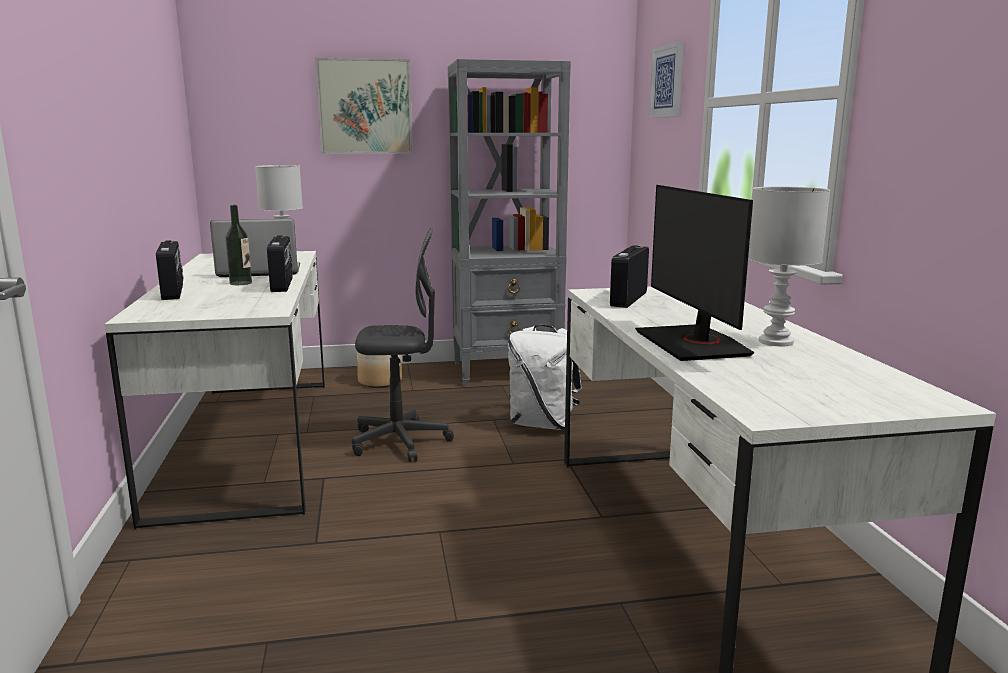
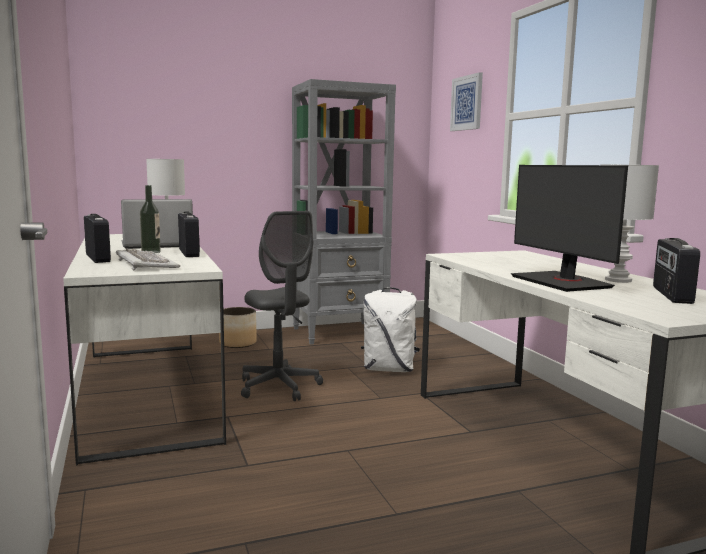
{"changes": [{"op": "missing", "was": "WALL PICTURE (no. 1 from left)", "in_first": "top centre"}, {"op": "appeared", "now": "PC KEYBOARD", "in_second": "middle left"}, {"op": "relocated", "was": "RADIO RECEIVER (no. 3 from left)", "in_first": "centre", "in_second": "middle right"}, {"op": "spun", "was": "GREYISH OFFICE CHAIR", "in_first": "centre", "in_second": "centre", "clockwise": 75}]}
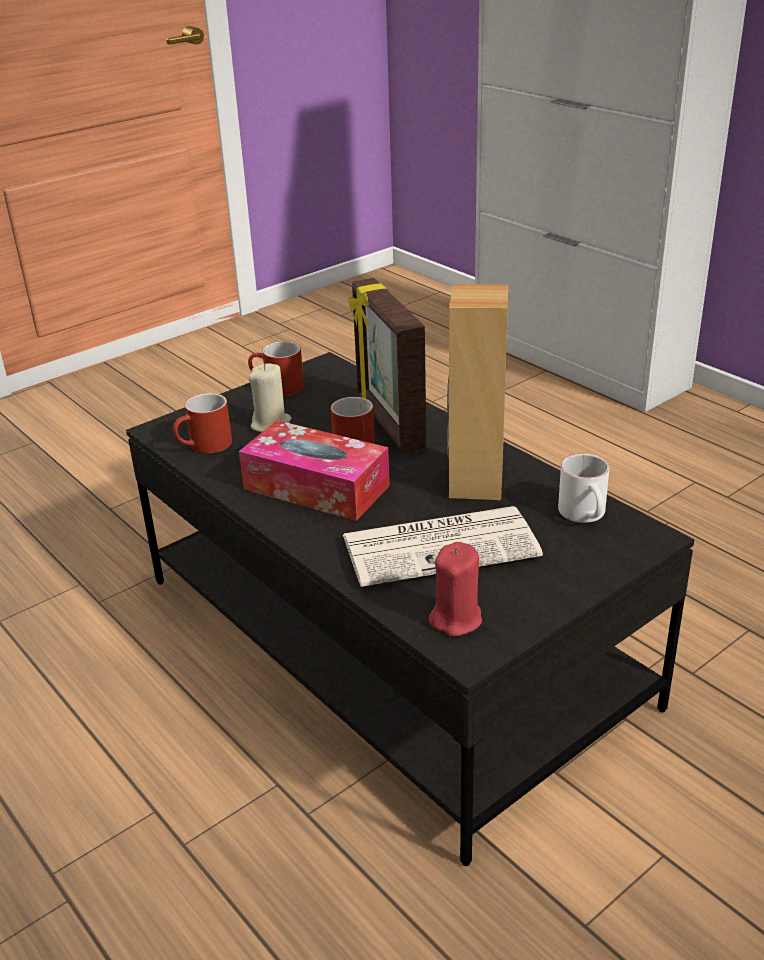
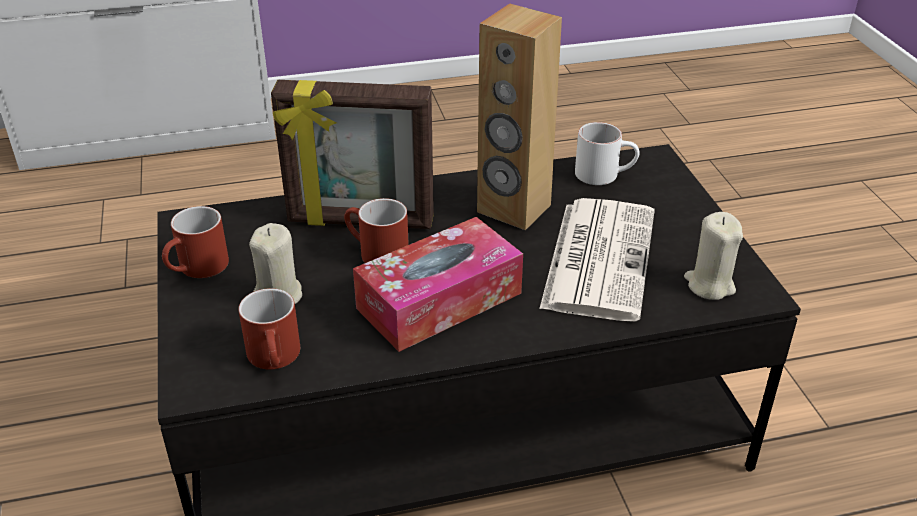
{"changes": [{"op": "colour", "was": "REDDISH WAX LIGHT", "now": "BEIGE-COLOURED WAX LIGHT (no. 2 from left)", "in_first": "centre", "in_second": "middle right"}]}
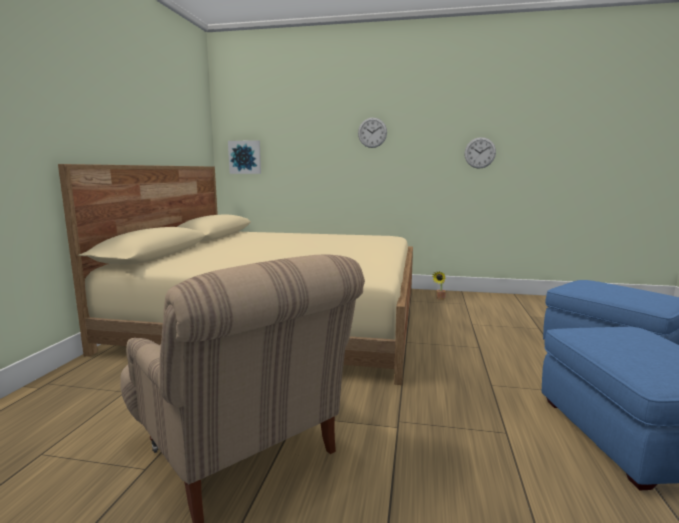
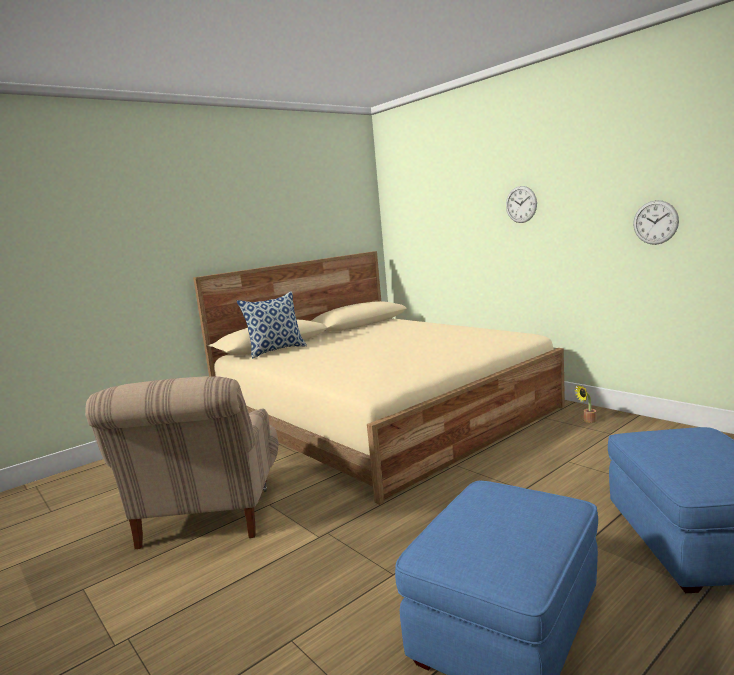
{"changes": [{"op": "missing", "was": "WALL PICTURE", "in_first": "top centre"}, {"op": "appeared", "now": "THROW PILLOW", "in_second": "centre"}]}
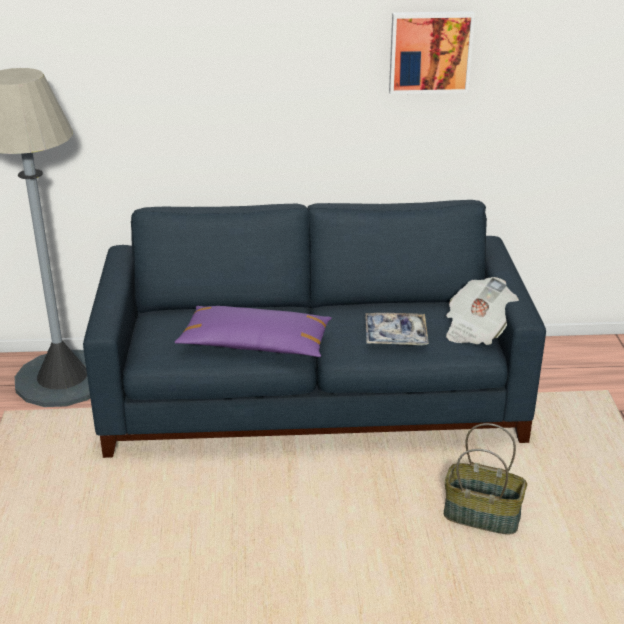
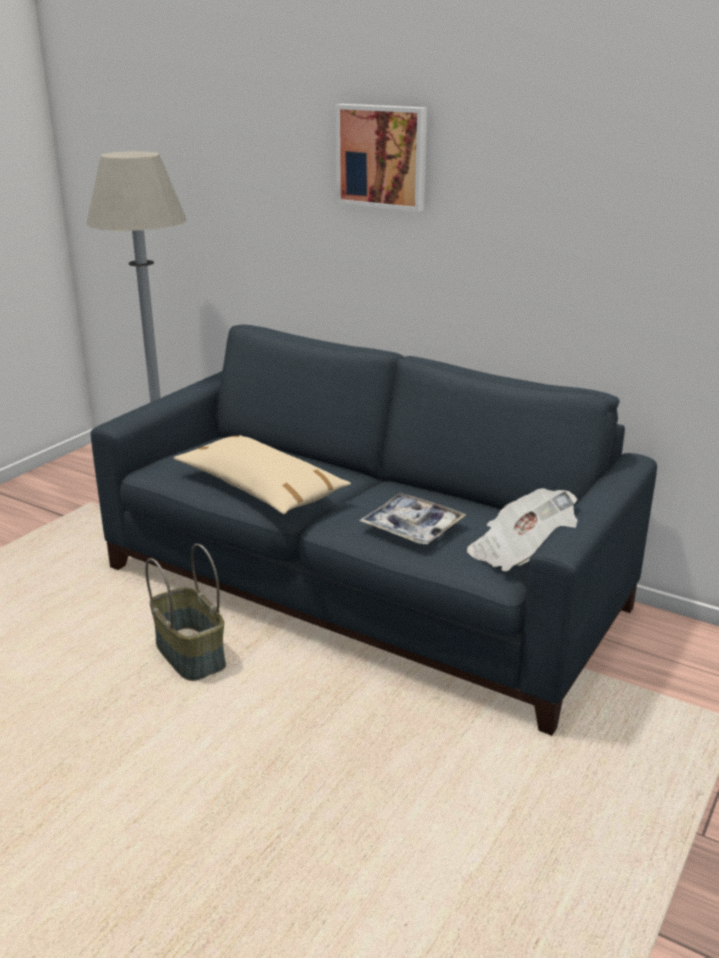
{"changes": [{"op": "relocated", "was": "WALL PICTURE", "in_first": "top right", "in_second": "top centre"}, {"op": "relocated", "was": "BASKET", "in_first": "bottom right", "in_second": "middle left"}, {"op": "colour", "was": "PURPLISH THROW PILLOW", "now": "BEIGE-COLOURED THROW PILLOW", "in_first": "centre", "in_second": "centre"}]}
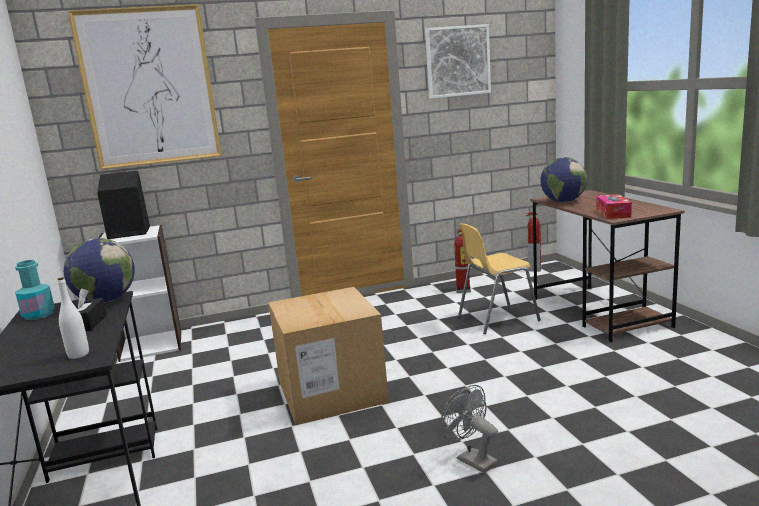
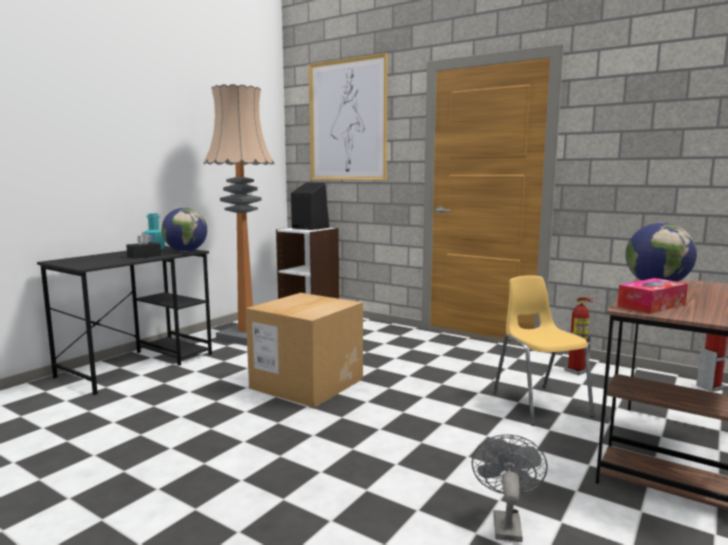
{"changes": [{"op": "missing", "was": "WHITISH BEVERAGE BOTTLE", "in_first": "middle left"}, {"op": "missing", "was": "WALL PICTURE (no. 2 from left)", "in_first": "top centre"}, {"op": "appeared", "now": "STANDING LAMP", "in_second": "middle left"}, {"op": "relocated", "was": "GREYISH FAN", "in_first": "bottom centre", "in_second": "bottom right"}, {"op": "spun", "was": "YELLOWISH CHAIR", "in_first": "centre", "in_second": "middle right", "clockwise": 45}]}
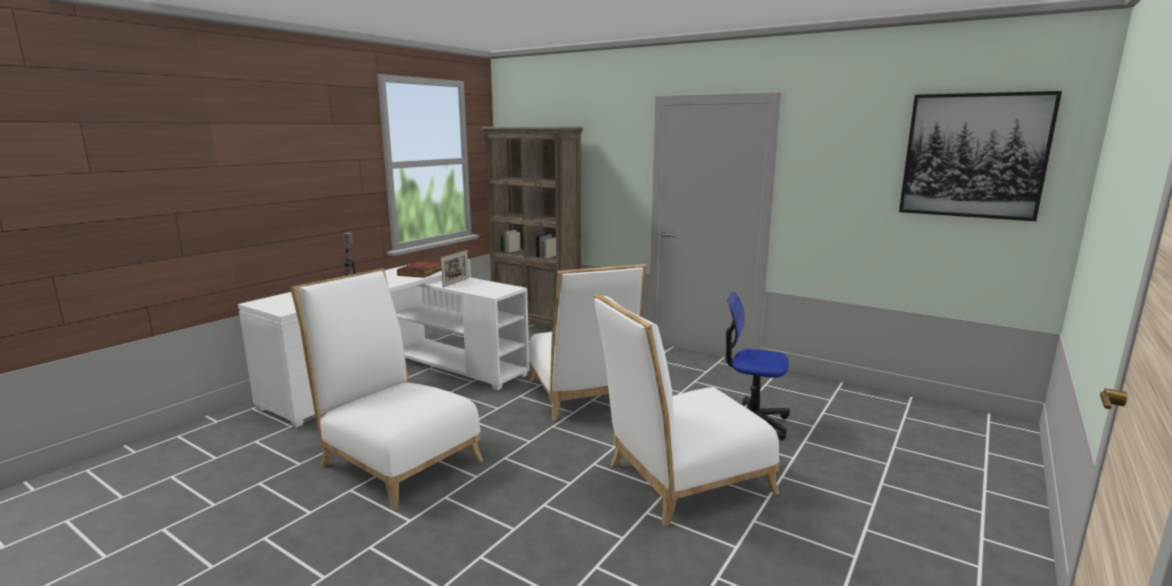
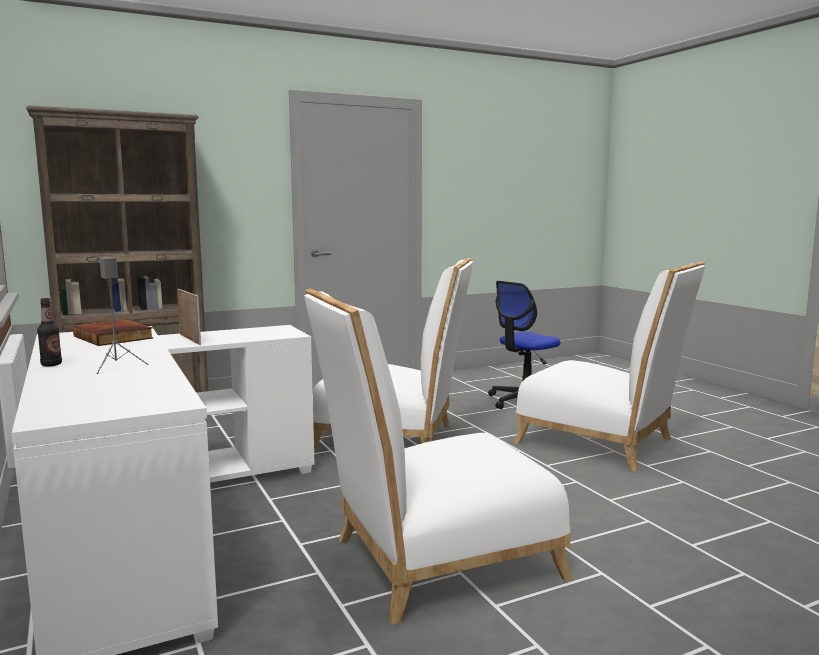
{"changes": [{"op": "missing", "was": "WALL PICTURE", "in_first": "top right"}, {"op": "spun", "was": "WHITISH CHAIR (no. 3 from left)", "in_first": "bottom centre", "in_second": "middle right", "clockwise": -60}]}
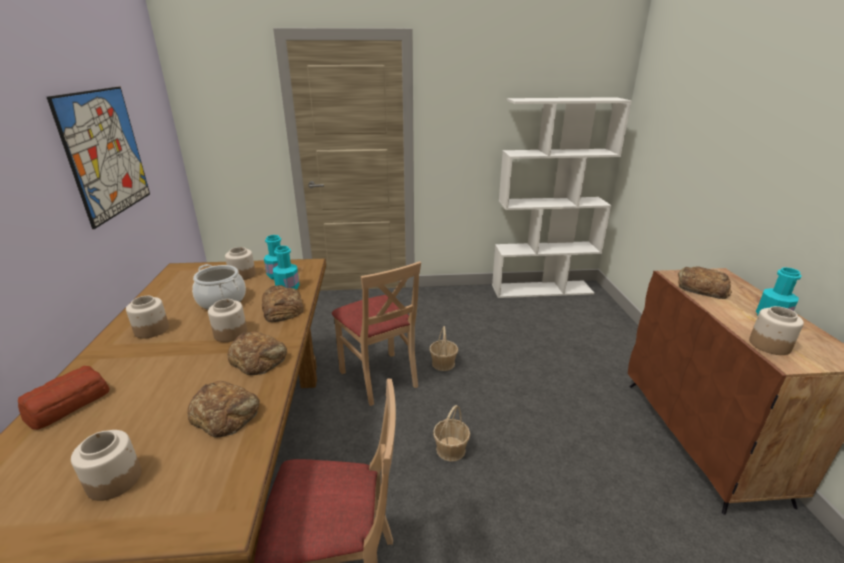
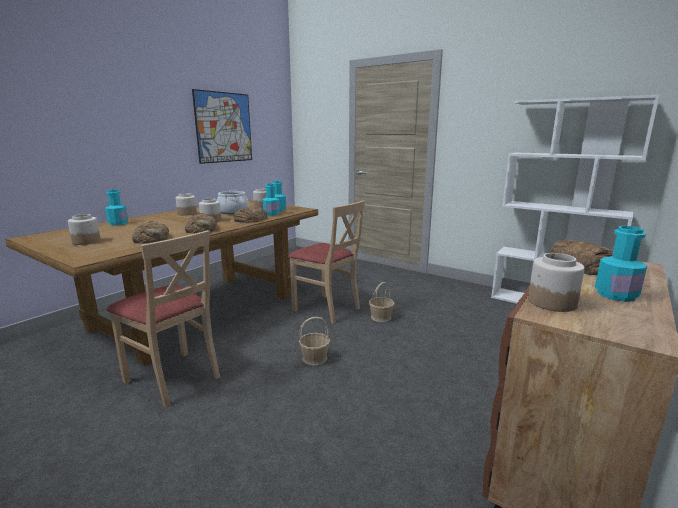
{"changes": [{"op": "exchanged", "was": "BREAD (no. 1 from left)", "now": "TURQUOISE BEVERAGE BOTTLE (no. 1 from left)", "in_first": "bottom left", "in_second": "middle left"}, {"op": "spun", "was": "BEIGE-COLOURED CHAIR (no. 2 from left)", "in_first": "centre", "in_second": "centre", "clockwise": -60}]}
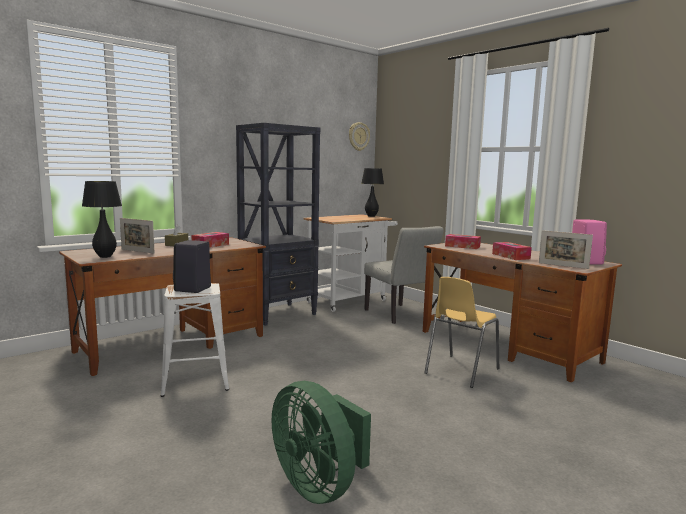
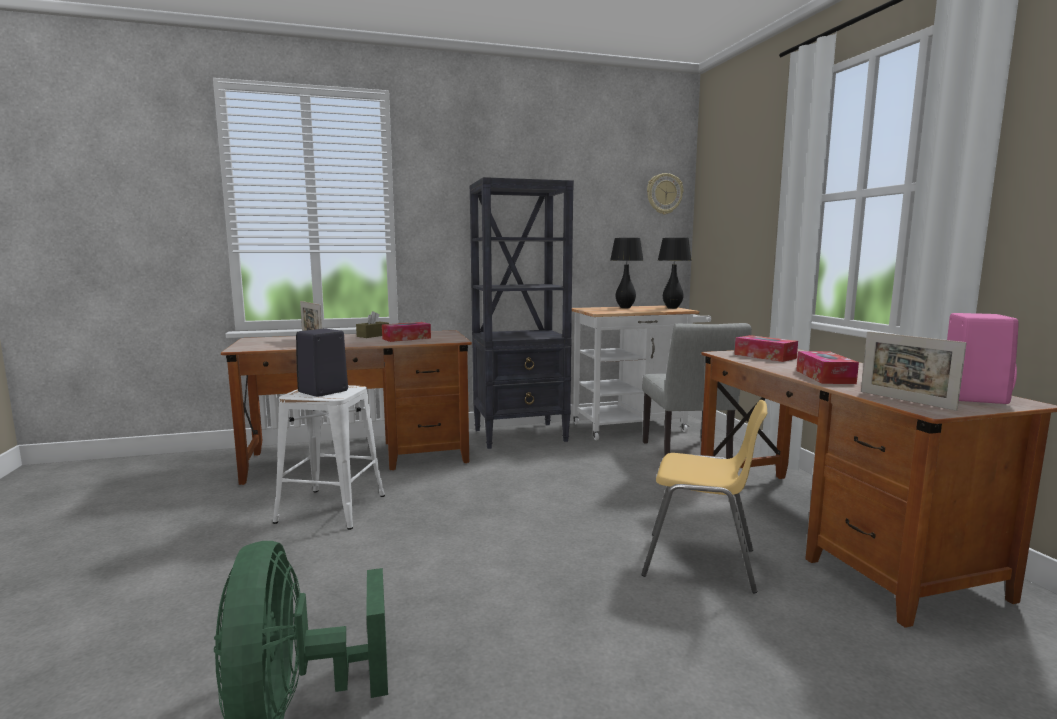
{"changes": [{"op": "relocated", "was": "BLACK-COLOURED TABLE LAMP (no. 1 from left)", "in_first": "middle left", "in_second": "centre"}, {"op": "spun", "was": "YELLOWISH CHAIR", "in_first": "middle right", "in_second": "bottom centre", "clockwise": -135}]}
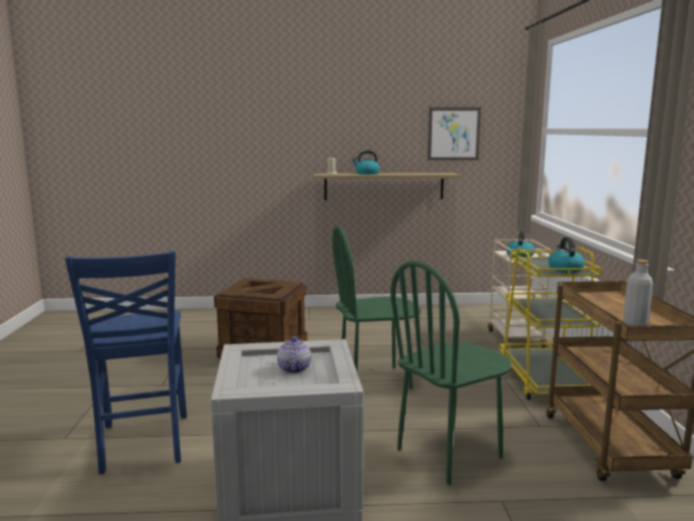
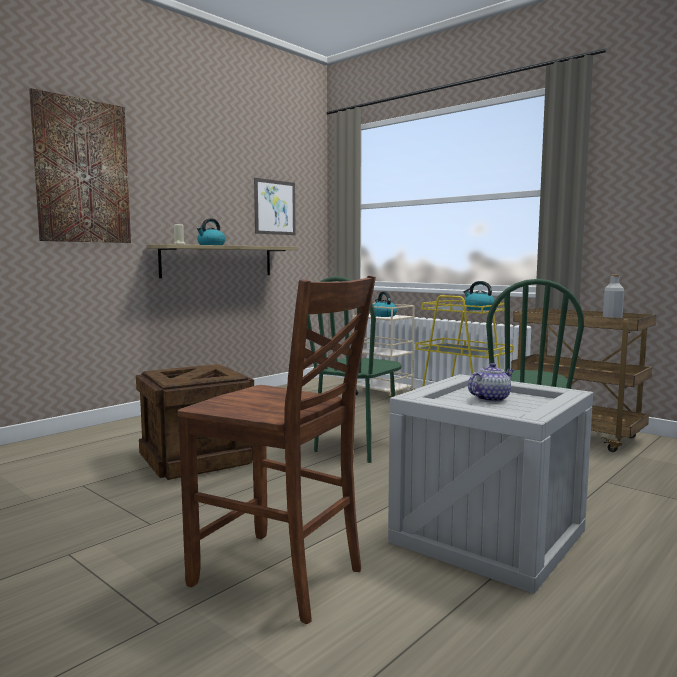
{"changes": [{"op": "appeared", "now": "WALL PICTURE (no. 1 from left)", "in_second": "top left"}, {"op": "colour", "was": "BLUE CHAIR", "now": "BROWNISH CHAIR", "in_first": "bottom left", "in_second": "centre"}, {"op": "spun", "was": "TEA POT", "in_first": "bottom centre", "in_second": "middle right", "clockwise": 105}]}
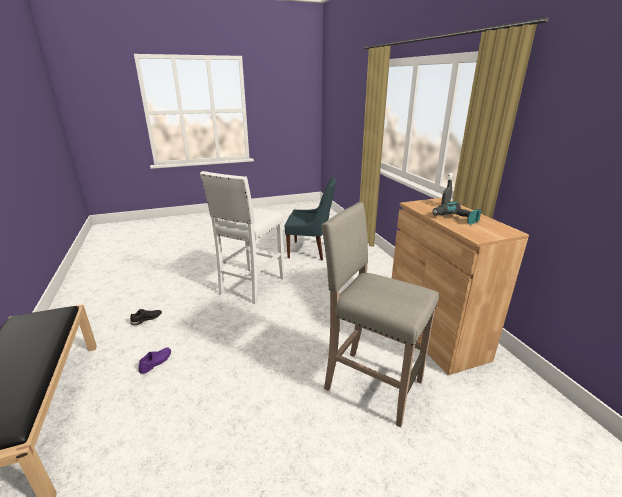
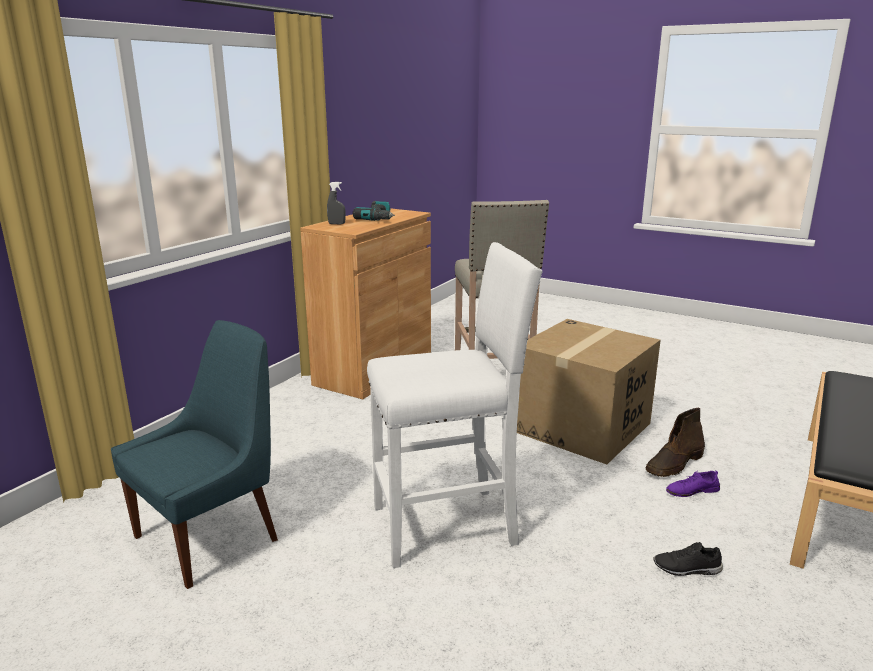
{"changes": [{"op": "appeared", "now": "CARTON", "in_second": "middle right"}, {"op": "appeared", "now": "BROWNISH BOOT", "in_second": "middle right"}, {"op": "spun", "was": "BLUE CHAIR", "in_first": "centre", "in_second": "bottom left", "clockwise": 75}]}
